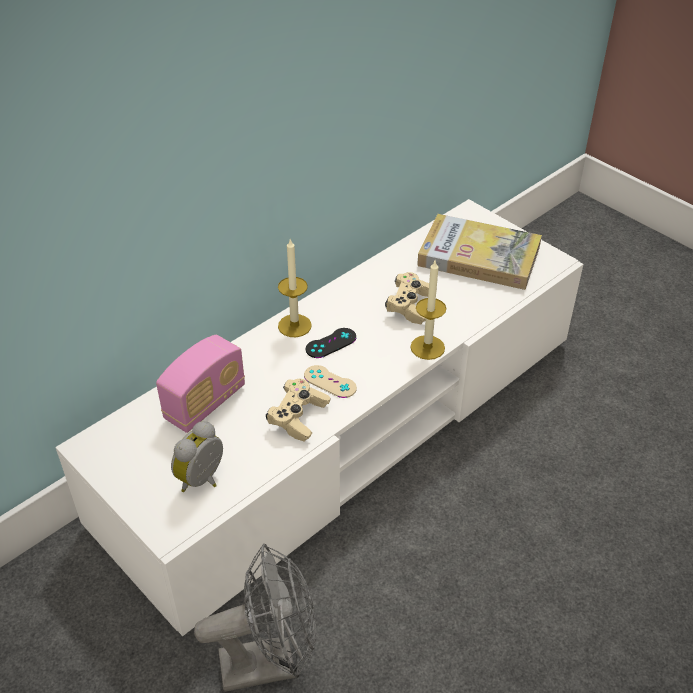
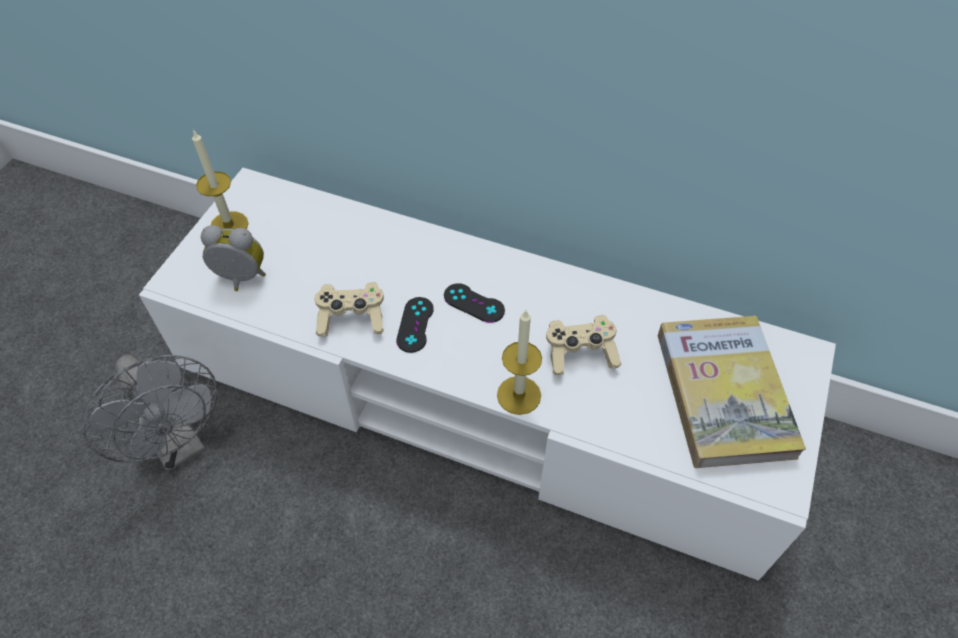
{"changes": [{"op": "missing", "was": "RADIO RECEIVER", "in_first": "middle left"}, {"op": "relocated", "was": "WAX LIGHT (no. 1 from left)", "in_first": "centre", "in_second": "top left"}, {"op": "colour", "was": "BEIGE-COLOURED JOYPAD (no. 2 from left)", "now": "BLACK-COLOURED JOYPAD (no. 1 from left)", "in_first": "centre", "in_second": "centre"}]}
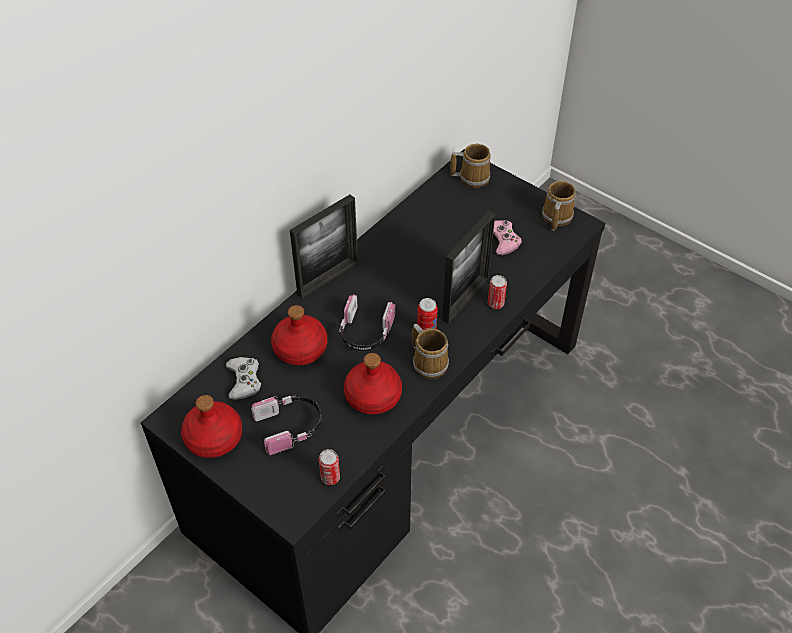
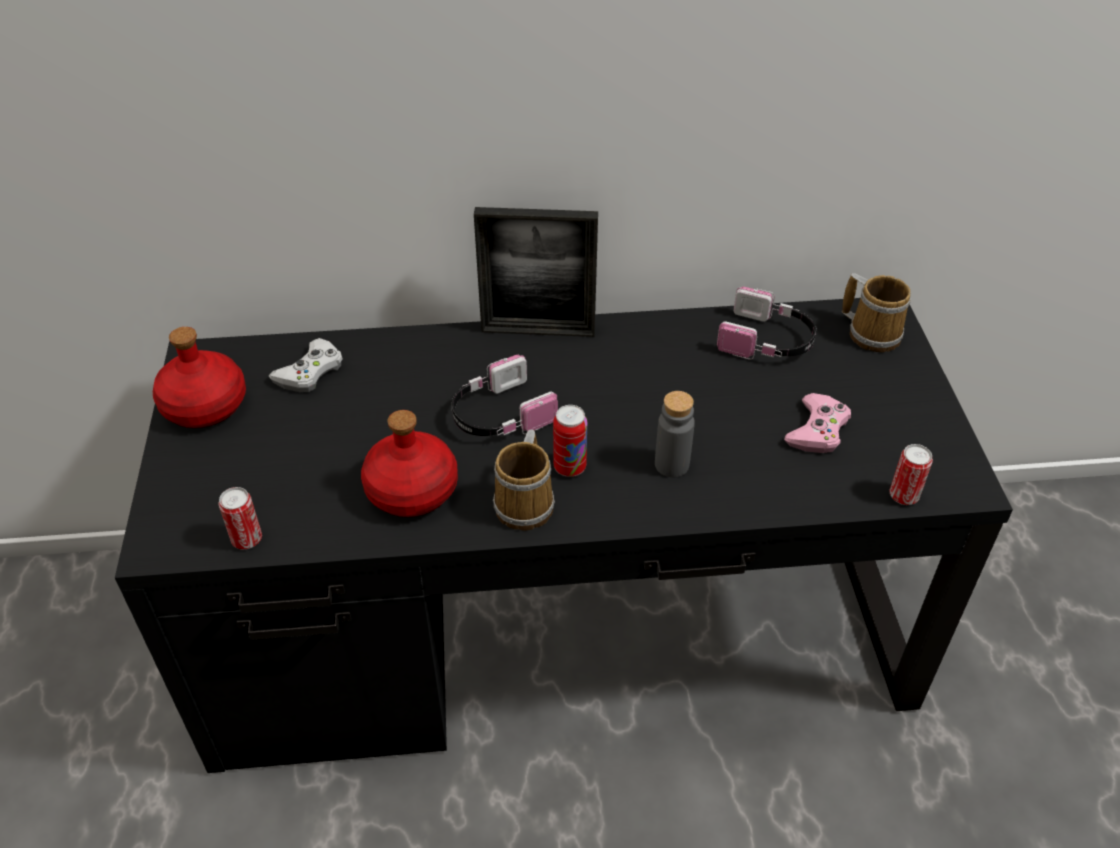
{"changes": [{"op": "missing", "was": "REDDISH BEVERAGE BOTTLE (no. 2 from left)", "in_first": "centre"}, {"op": "missing", "was": "TEA MUG (no. 3 from left)", "in_first": "top right"}, {"op": "relocated", "was": "PAIR OF HEADPHONES (no. 1 from left in the first image)", "now": "PAIR OF HEADPHONES (no. 2 from left)", "in_first": "bottom centre", "in_second": "middle right"}, {"op": "relocated", "was": "CAN (no. 3 from left)", "in_first": "centre", "in_second": "middle right"}, {"op": "exchanged", "was": "PHOTO FRAME (no. 2 from left)", "now": "GREYISH BEVERAGE BOTTLE", "in_first": "centre", "in_second": "centre"}]}
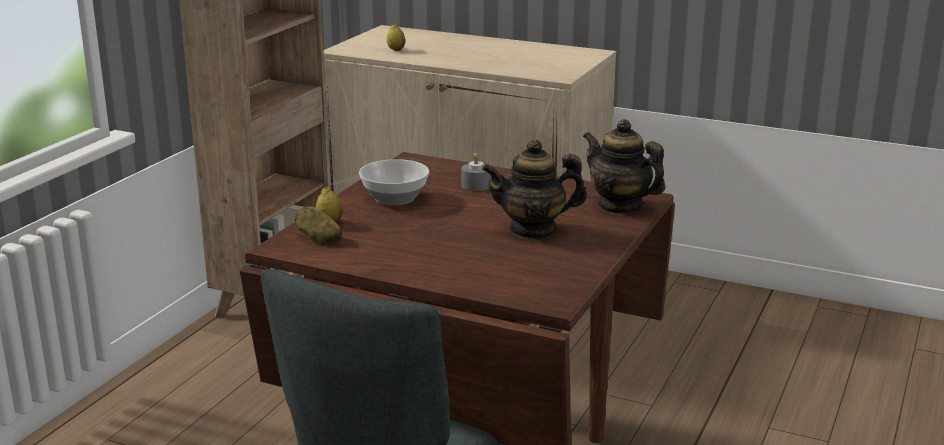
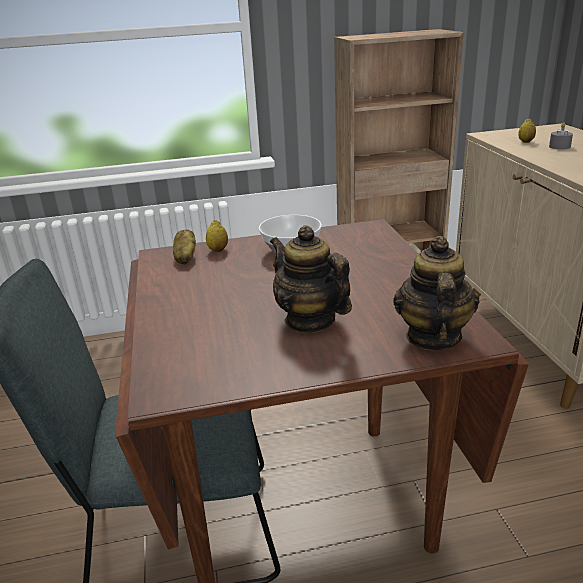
{"changes": [{"op": "relocated", "was": "GREYISH WAX LIGHT", "in_first": "centre", "in_second": "top right"}]}
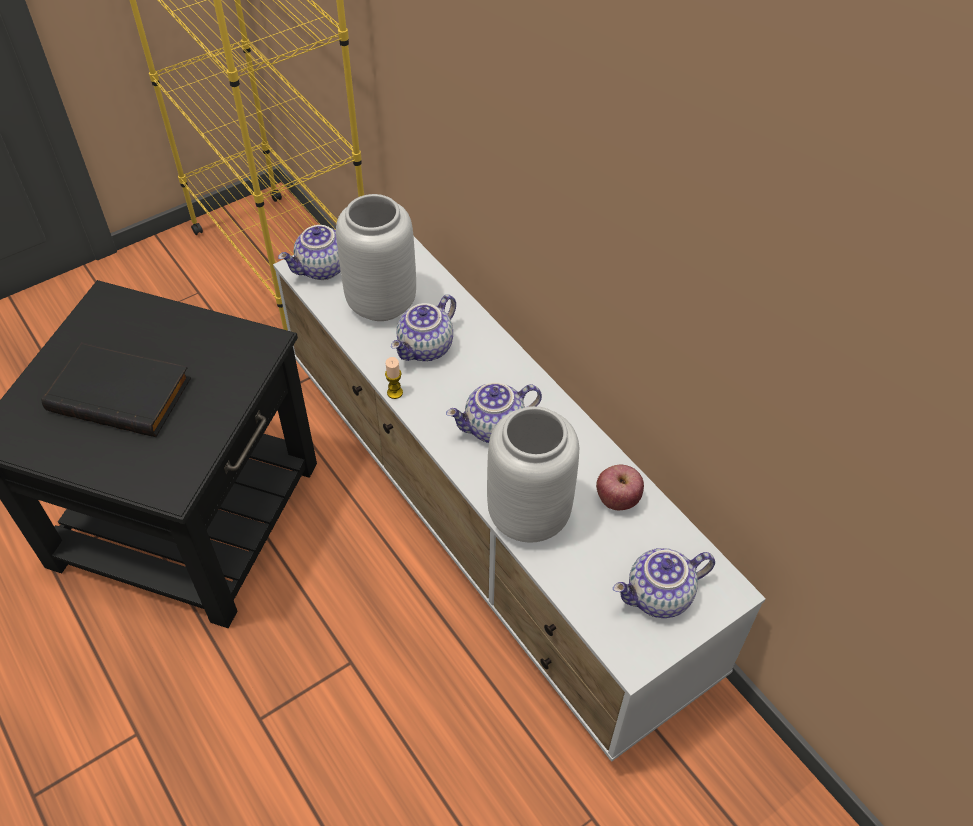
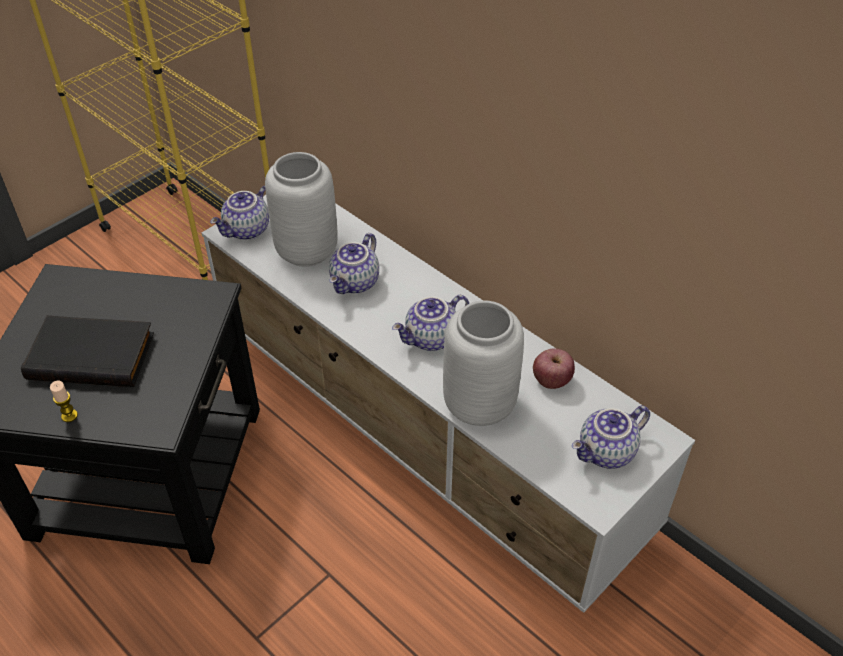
{"changes": [{"op": "relocated", "was": "WAX LIGHT", "in_first": "centre", "in_second": "middle left"}]}
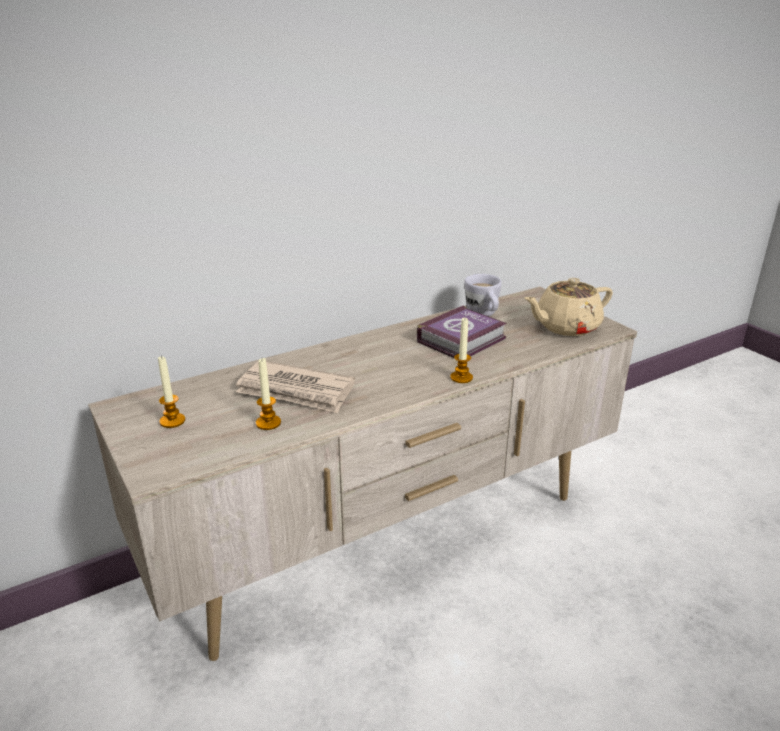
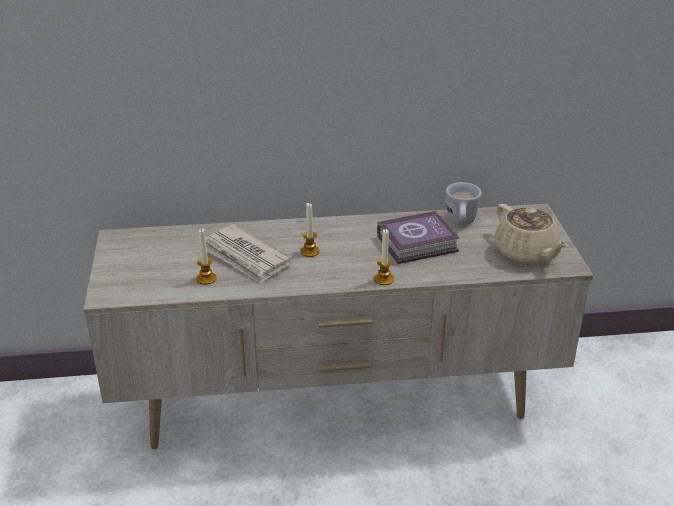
{"changes": [{"op": "relocated", "was": "WAX LIGHT (no. 1 from left in the first image)", "now": "WAX LIGHT (no. 2 from left)", "in_first": "middle left", "in_second": "centre"}, {"op": "spun", "was": "BEIGE-COLOURED TEA POT", "in_first": "middle right", "in_second": "middle right", "clockwise": -120}]}
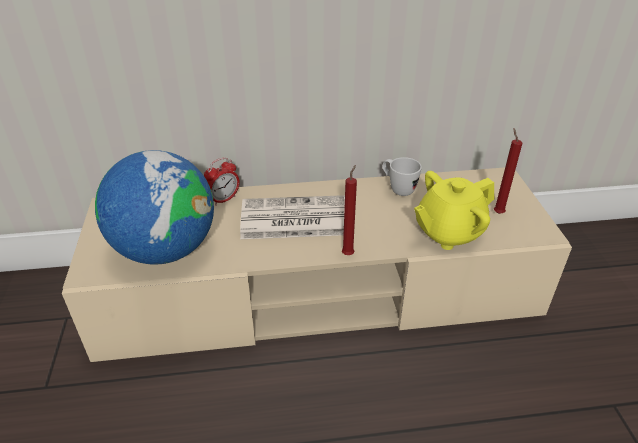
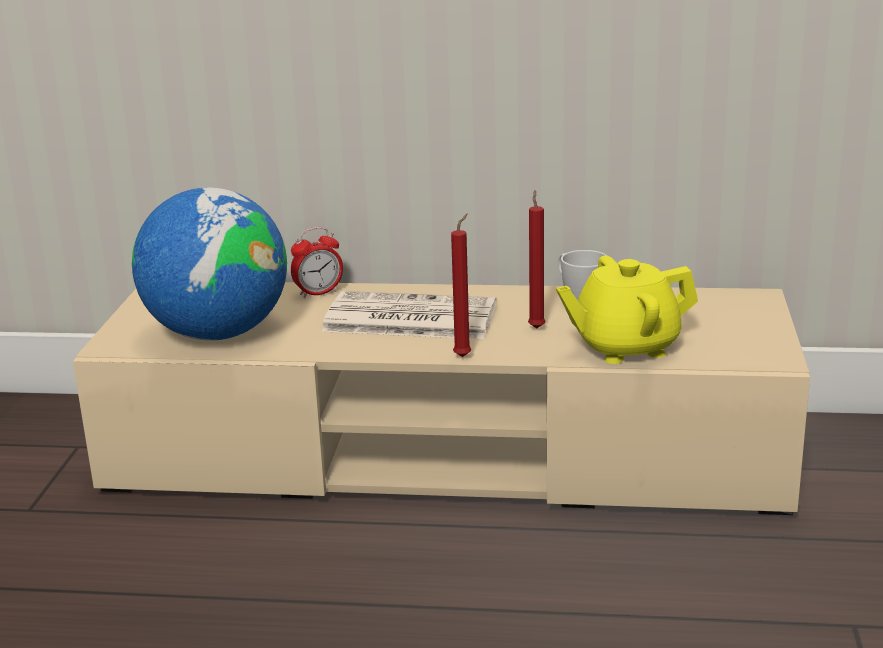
{"changes": [{"op": "relocated", "was": "REDDISH WAX LIGHT (no. 2 from left)", "in_first": "middle right", "in_second": "centre"}]}
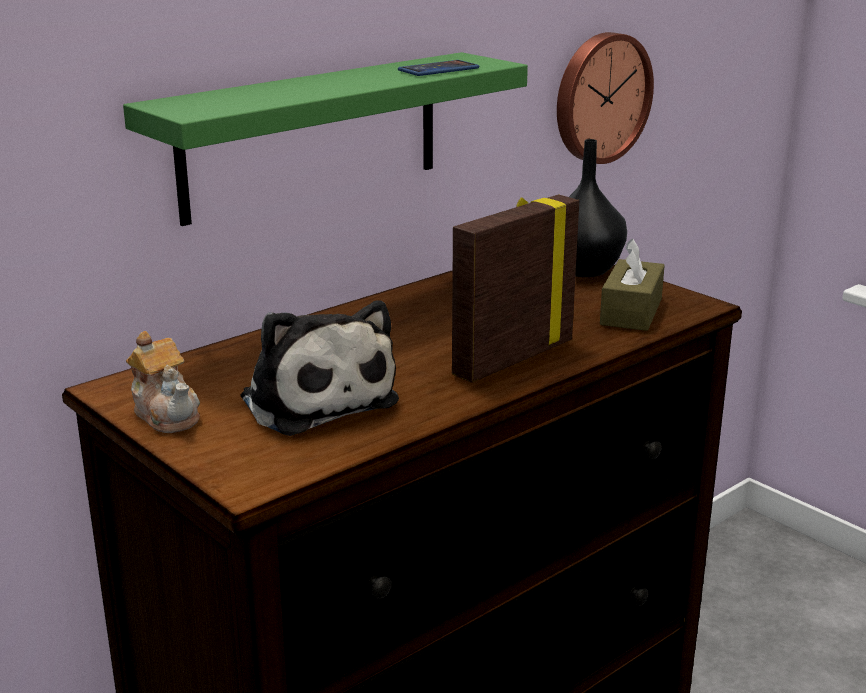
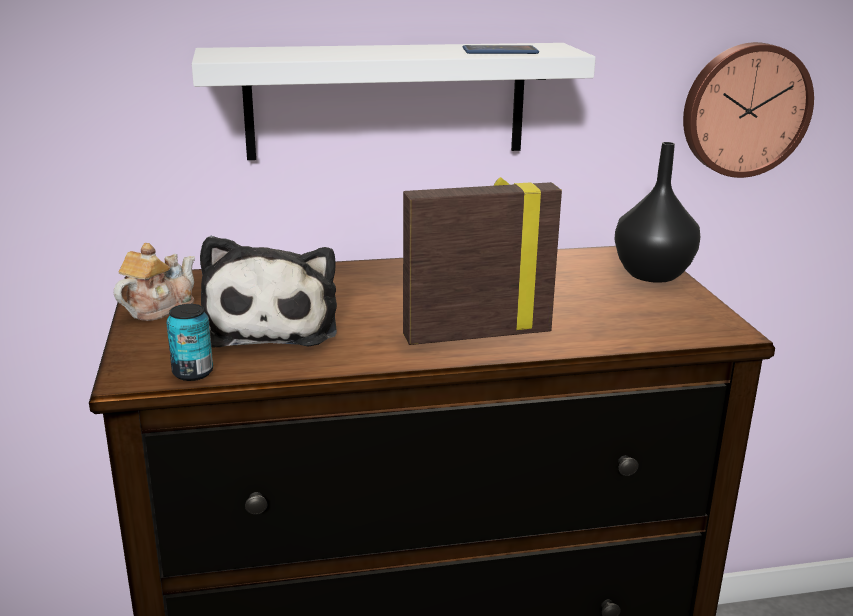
{"changes": [{"op": "missing", "was": "BROWNISH BOX OF TISSUES", "in_first": "middle right"}, {"op": "appeared", "now": "CAN", "in_second": "middle left"}, {"op": "colour", "was": "GREEN WALL SHELF", "now": "WHITISH WALL SHELF", "in_first": "top centre", "in_second": "top centre"}, {"op": "spun", "was": "TEA POT", "in_first": "middle left", "in_second": "middle left", "clockwise": -135}]}
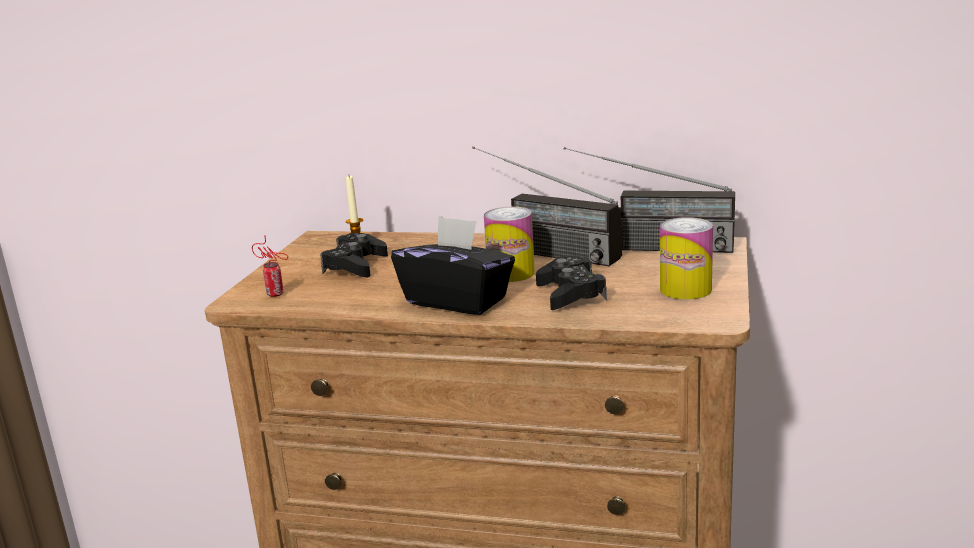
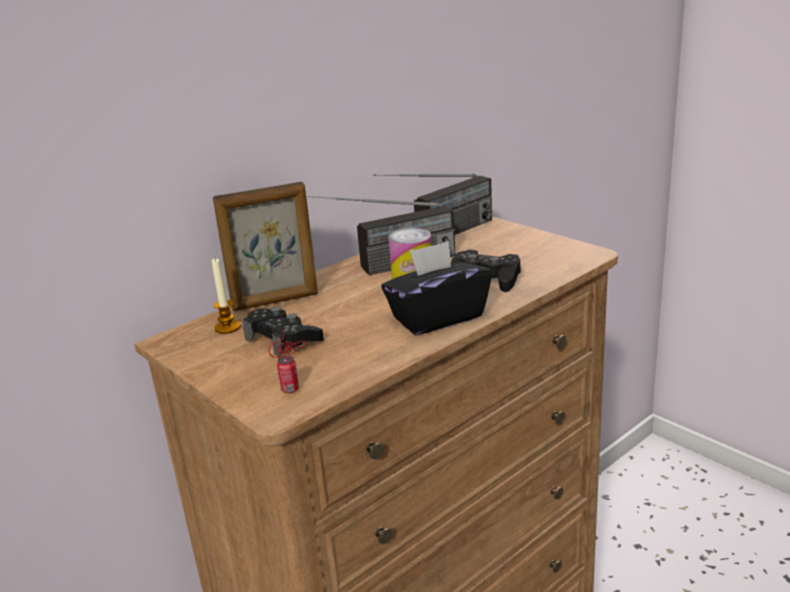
{"changes": [{"op": "missing", "was": "CAN (no. 3 from left)", "in_first": "middle right"}, {"op": "appeared", "now": "PHOTO FRAME", "in_second": "centre"}]}
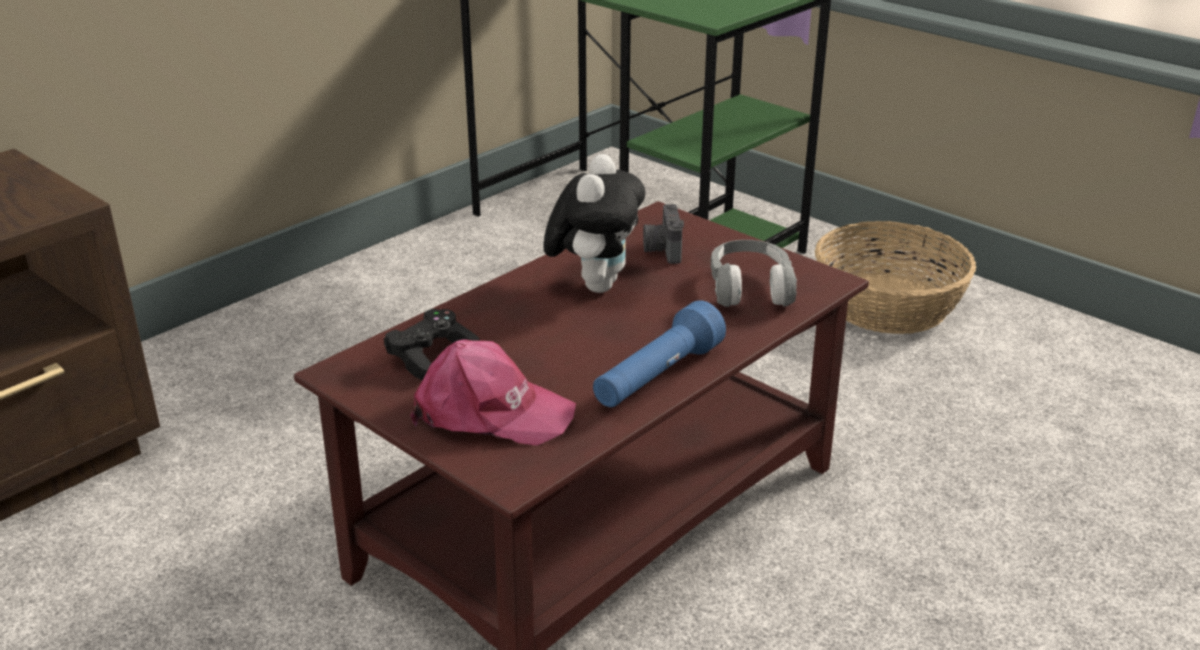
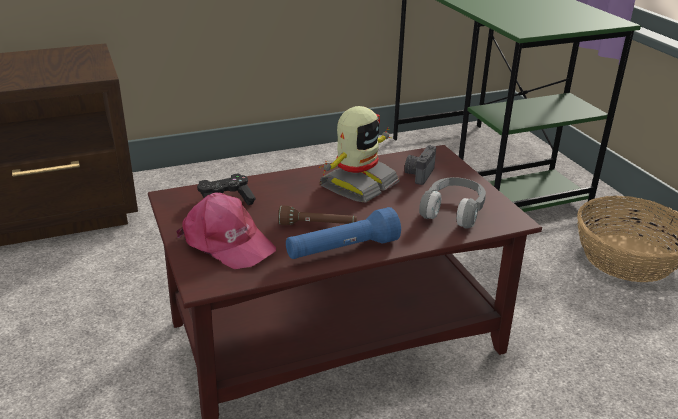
{"changes": [{"op": "appeared", "now": "BROWNISH FLASHLIGHT", "in_second": "centre"}, {"op": "exchanged", "was": "CUDDLY TOY", "now": "TOY ROBOT", "in_first": "centre", "in_second": "centre"}]}
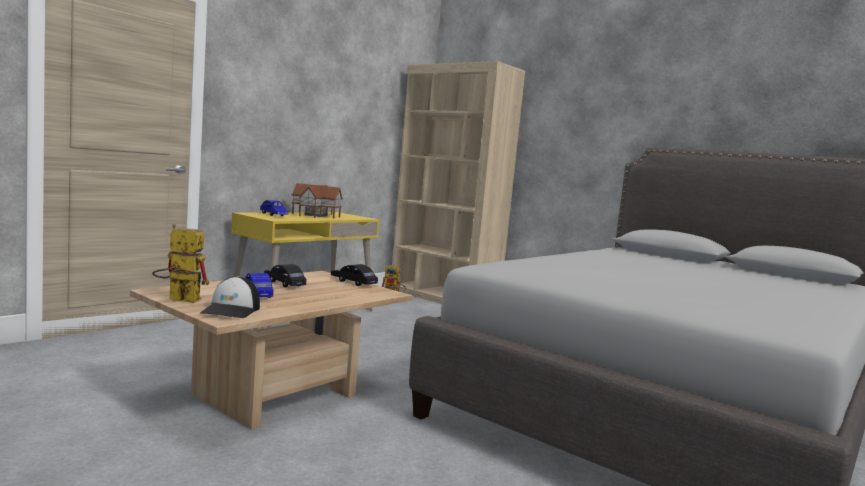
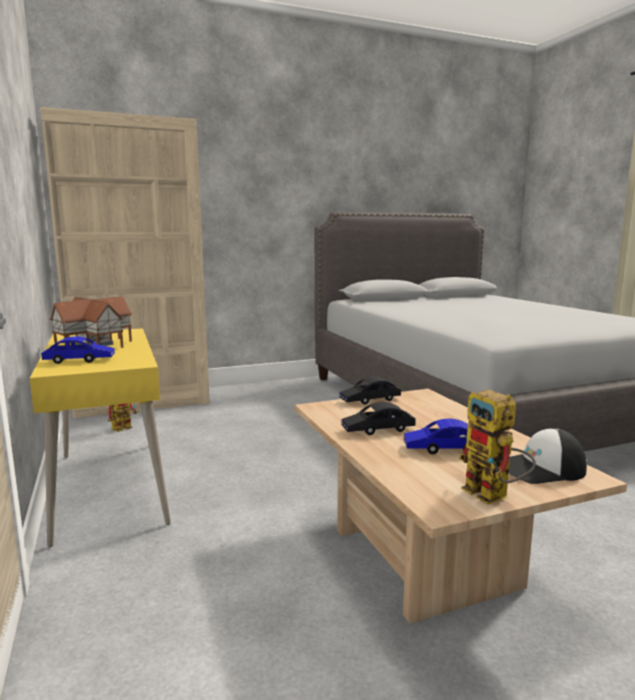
{"changes": [{"op": "spun", "was": "TOY ROBOT (no. 1 from left in the first image)", "in_first": "middle left", "in_second": "middle right", "clockwise": -60}, {"op": "spun", "was": "BASEBALL CAP", "in_first": "middle left", "in_second": "middle right", "clockwise": 135}]}
